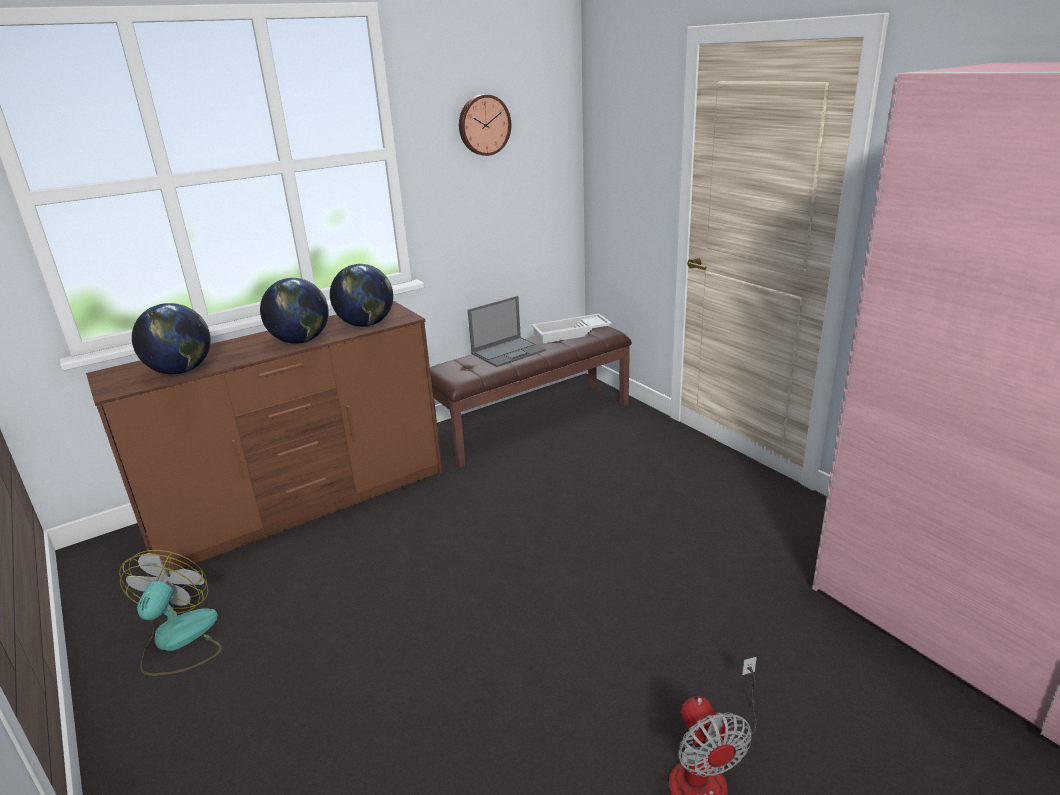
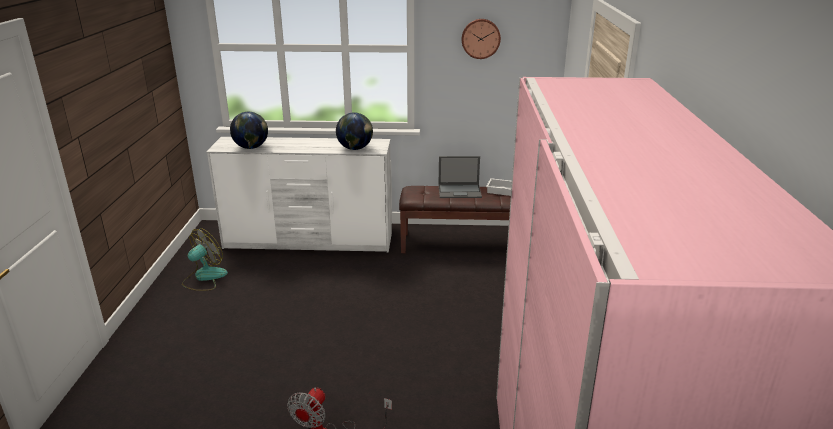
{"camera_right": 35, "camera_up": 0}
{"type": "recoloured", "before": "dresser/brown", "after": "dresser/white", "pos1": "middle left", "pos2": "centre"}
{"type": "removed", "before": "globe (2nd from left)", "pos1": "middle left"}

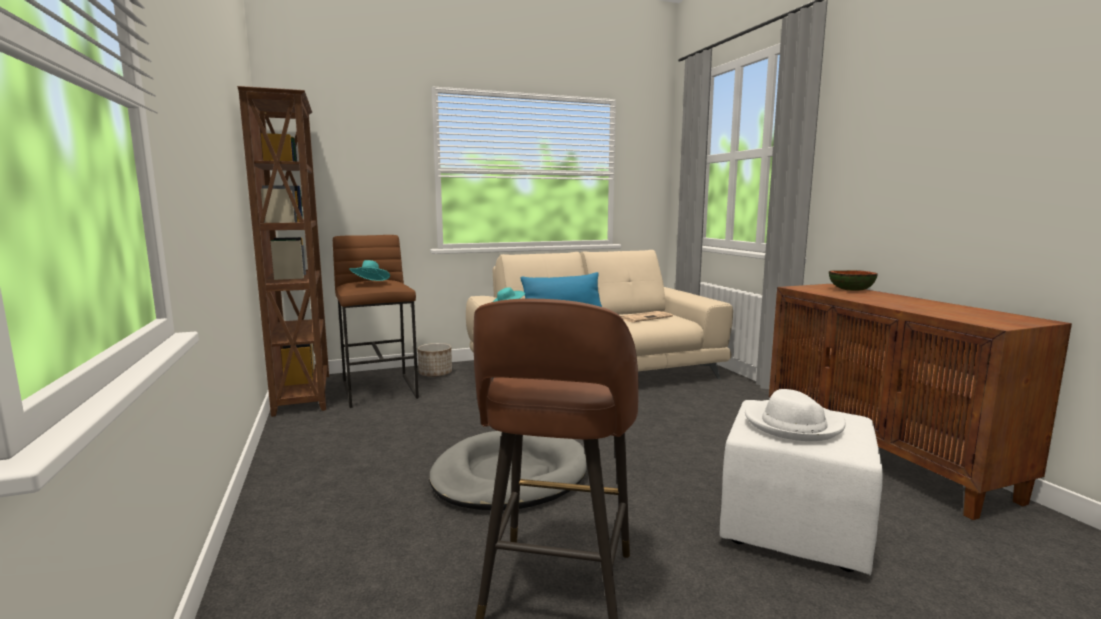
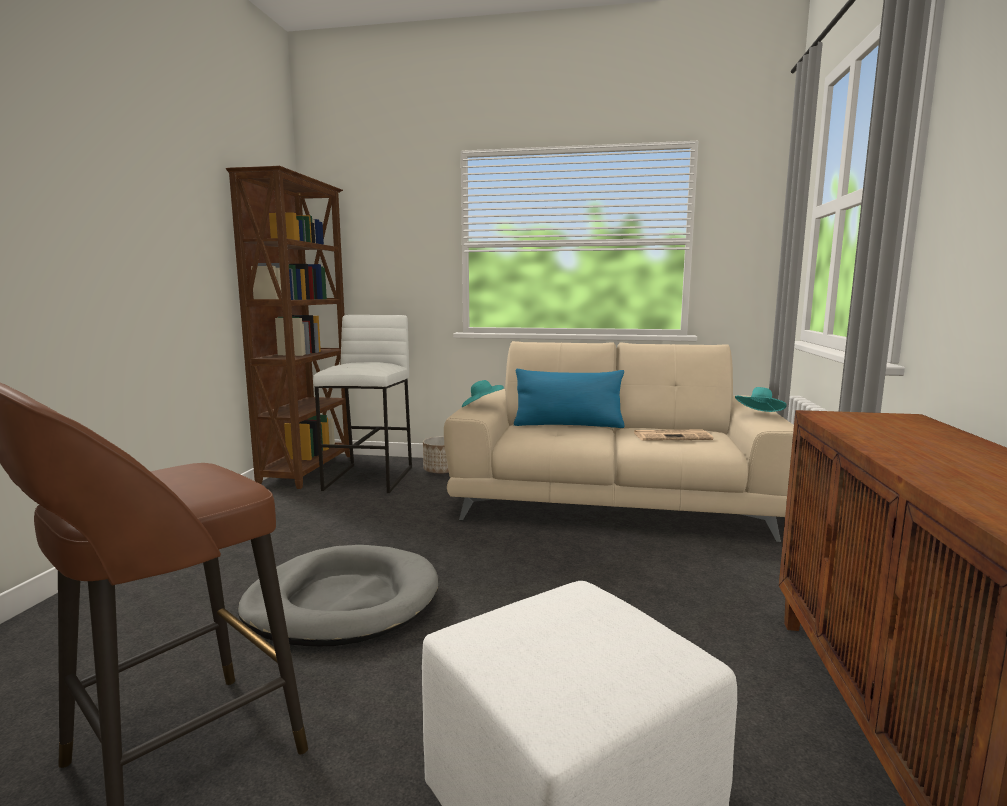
{"camera_right": 30, "camera_up": 0}
{"type": "recoloured", "before": "stool/brown (1st from left)", "after": "stool/white", "pos1": "centre", "pos2": "centre"}
{"type": "moved", "before": "hat/turquoise (1st from left in the first image)", "after": "hat/turquoise (2nd from left)", "pos1": "centre", "pos2": "middle right"}
{"type": "removed", "before": "hat/white", "pos1": "bottom right"}
{"type": "removed", "before": "bowl", "pos1": "middle right"}

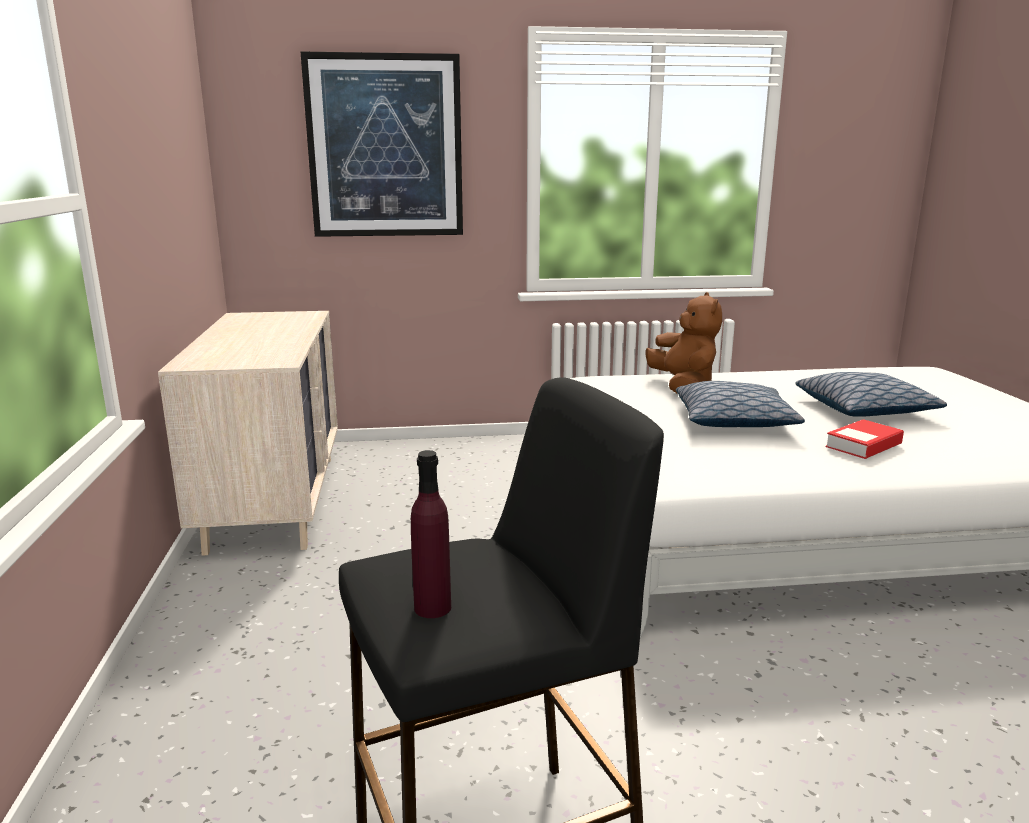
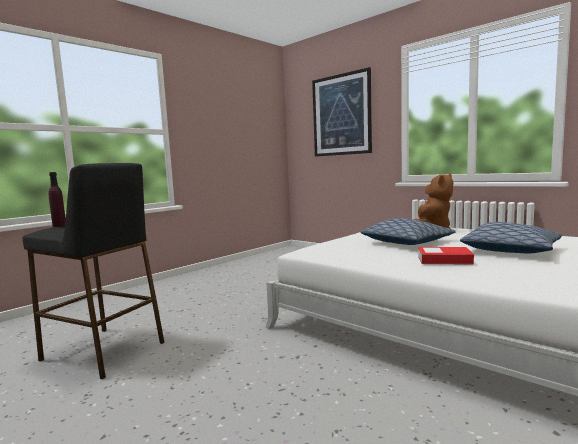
{"camera_right": 50, "camera_up": -10}
{"type": "removed", "before": "dresser/beige", "pos1": "middle left"}

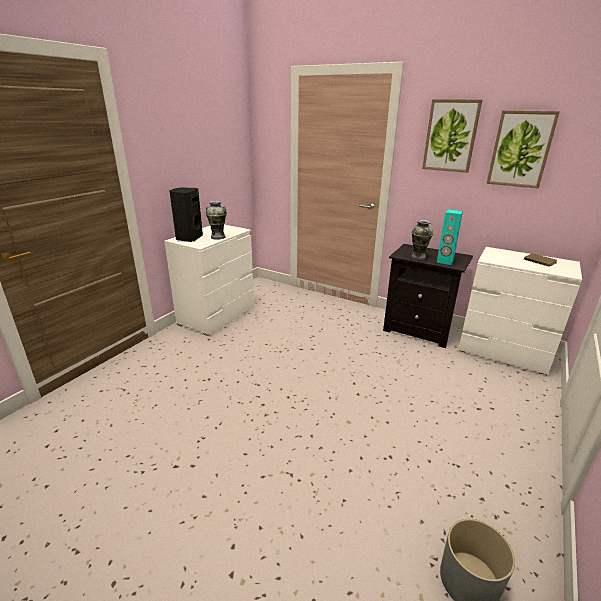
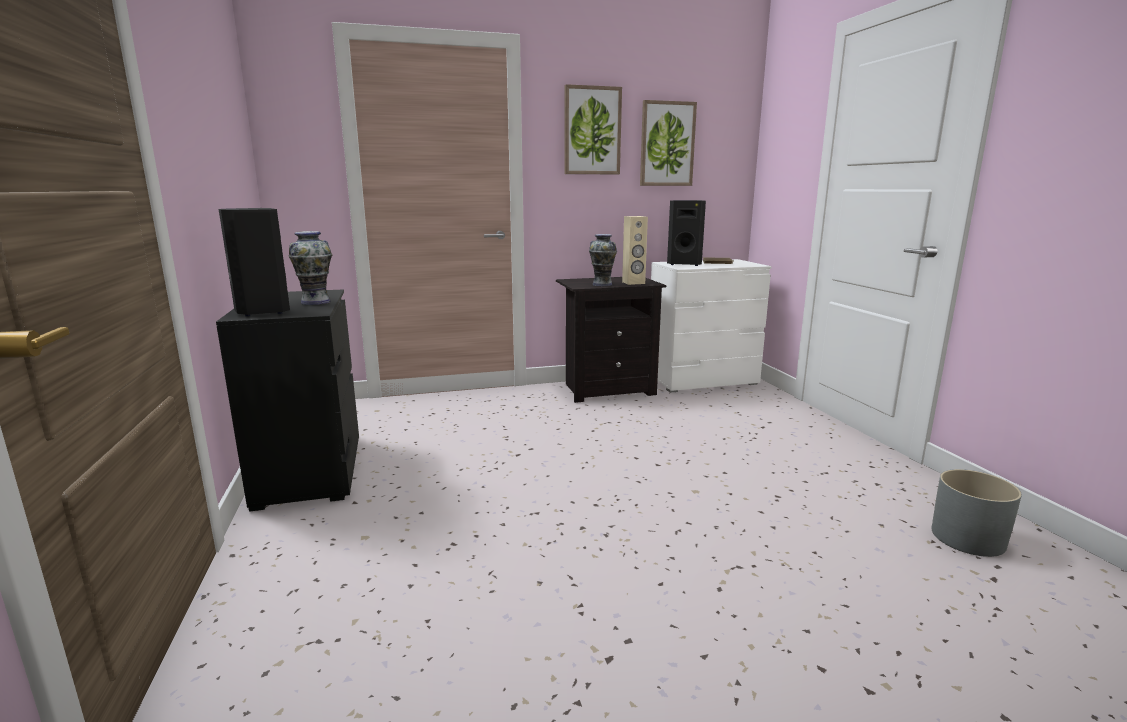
{"camera_right": -45, "camera_up": -10}
{"type": "recoloured", "before": "dresser/white (1st from left)", "after": "dresser/black", "pos1": "centre", "pos2": "middle left"}
{"type": "recoloured", "before": "speaker/turquoise", "after": "speaker/beige", "pos1": "middle right", "pos2": "centre"}
{"type": "added", "after": "speaker/black (2nd from left)", "pos2": "top centre"}

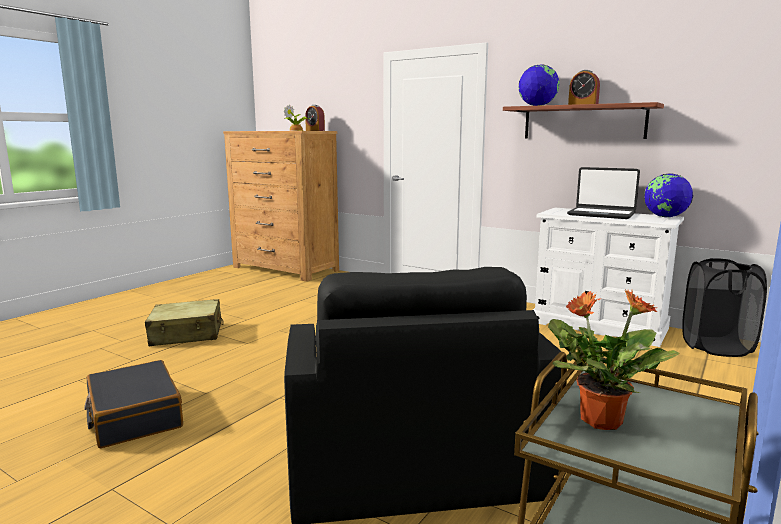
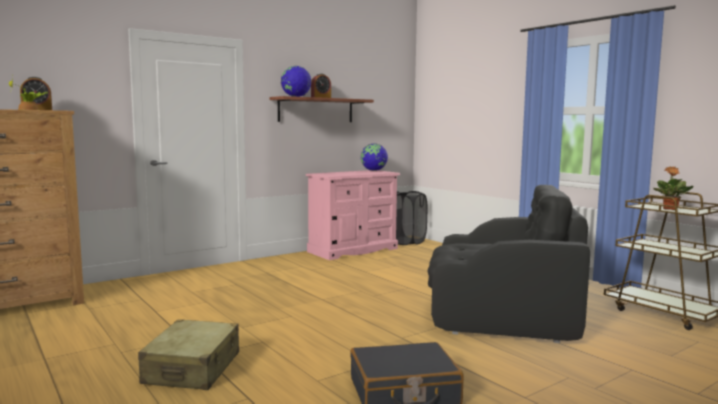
{"camera_right": -70, "camera_up": -5}
{"type": "recoloured", "before": "dresser/white", "after": "dresser/pink", "pos1": "middle right", "pos2": "centre"}
{"type": "removed", "before": "laptop", "pos1": "middle right"}

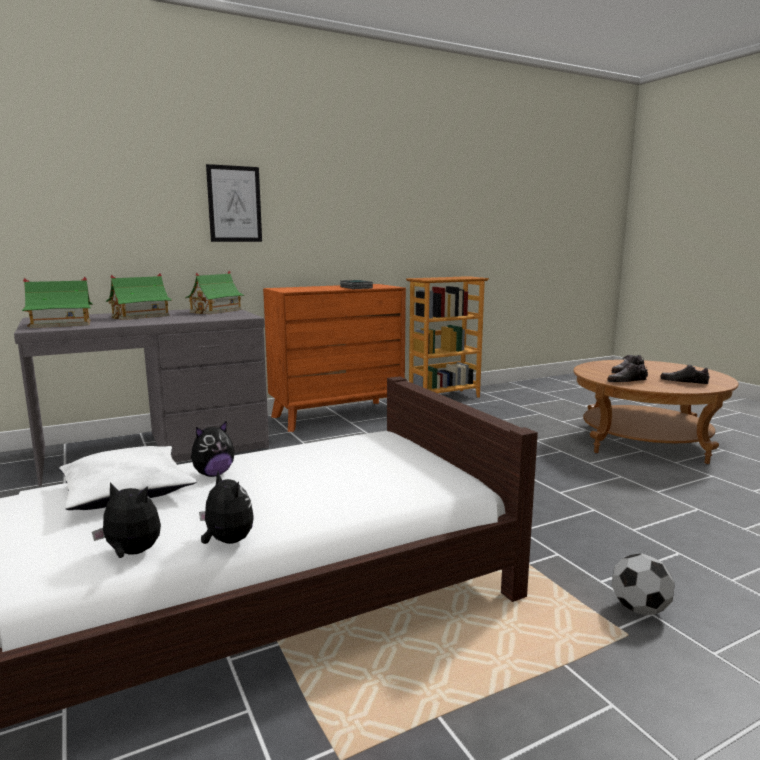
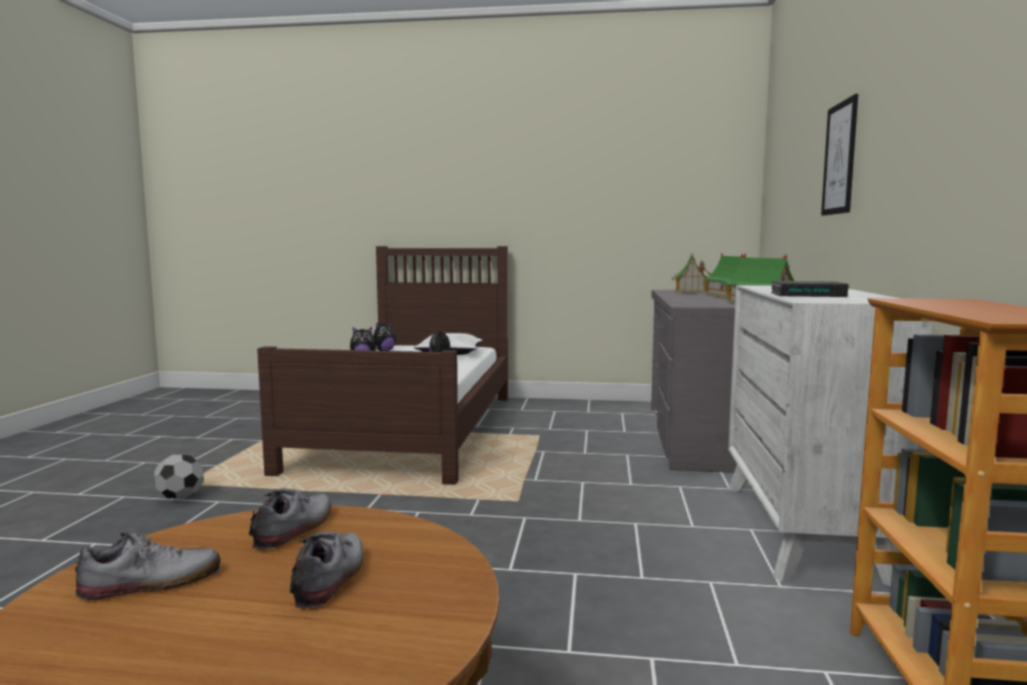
{"camera_right": 125, "camera_up": -5}
{"type": "recoloured", "before": "dresser/orange", "after": "dresser/white", "pos1": "centre", "pos2": "middle right"}

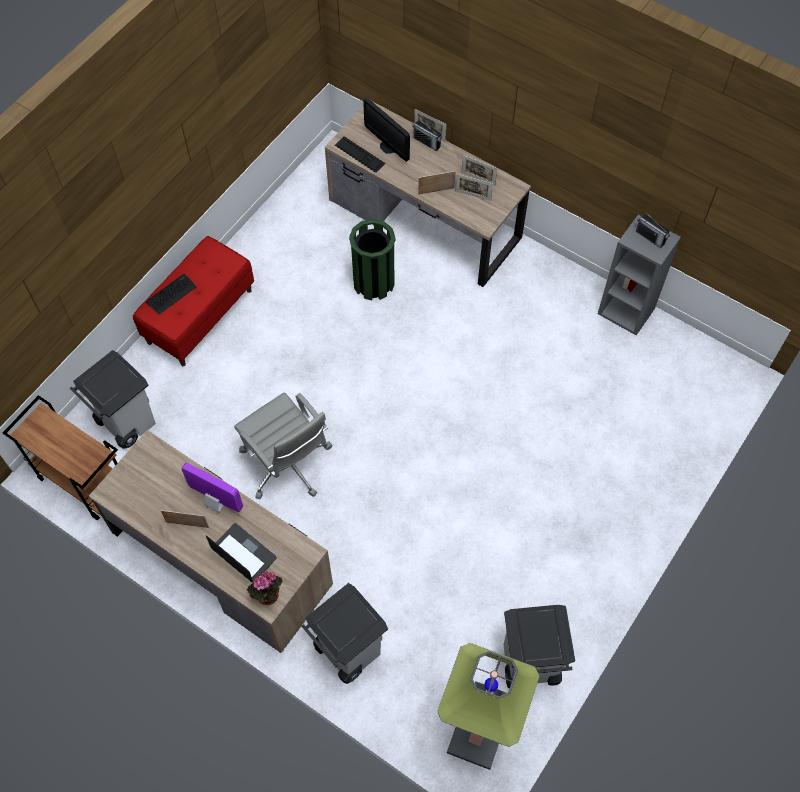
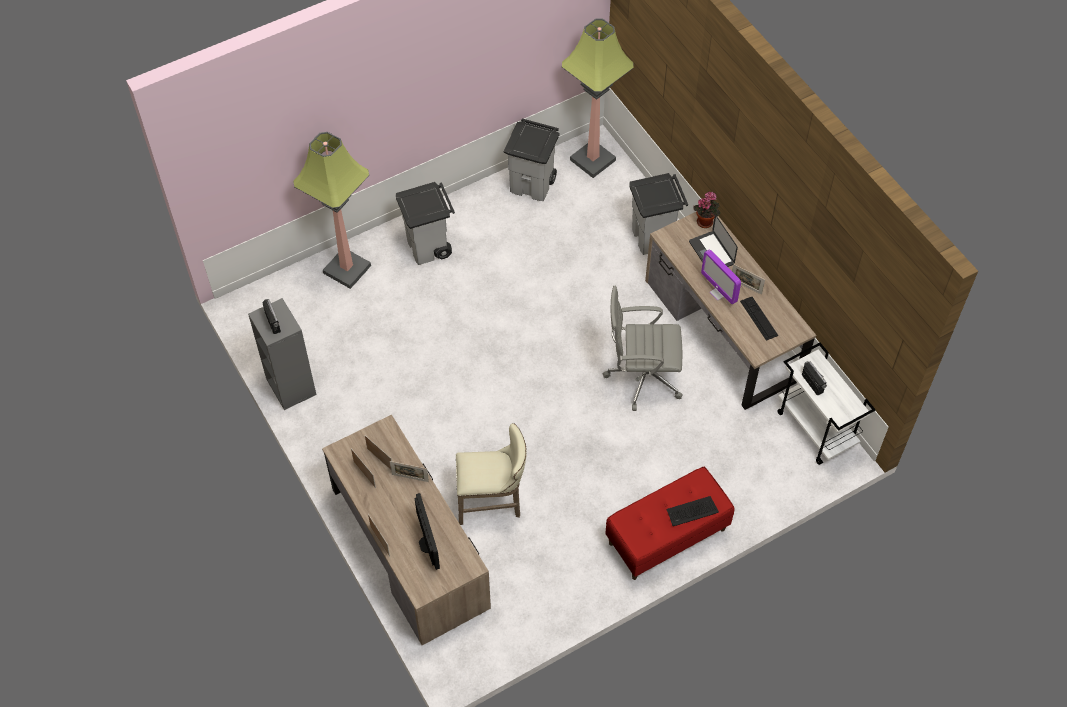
{"camera_right": -155, "camera_up": -5}
{"type": "added", "after": "floor lamp (1st from left)", "pos2": "top left"}
{"type": "moved", "before": "trash can/grey (1st from left)", "pos1": "middle left", "pos2": "top centre"}
{"type": "replaced", "before": "trash can/green", "after": "stool/beige", "pos1": "top centre", "pos2": "bottom centre"}
{"type": "turned", "before": "office chair/grey", "pos1": "centre", "pos2": "centre", "turn": -75}
{"type": "moved", "before": "keyboard (2nd from left)", "pos1": "top centre", "pos2": "middle right"}
{"type": "recoloured", "before": "cart/brown", "after": "cart/white", "pos1": "middle left", "pos2": "middle right"}
{"type": "moved", "before": "radio (1st from left in the first image)", "after": "radio (2nd from left)", "pos1": "top centre", "pos2": "middle right"}

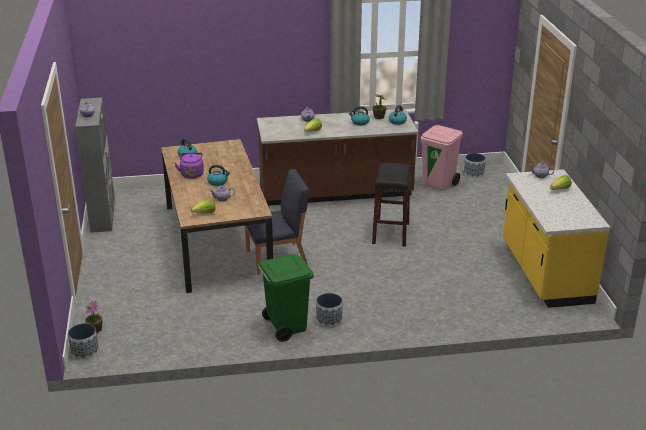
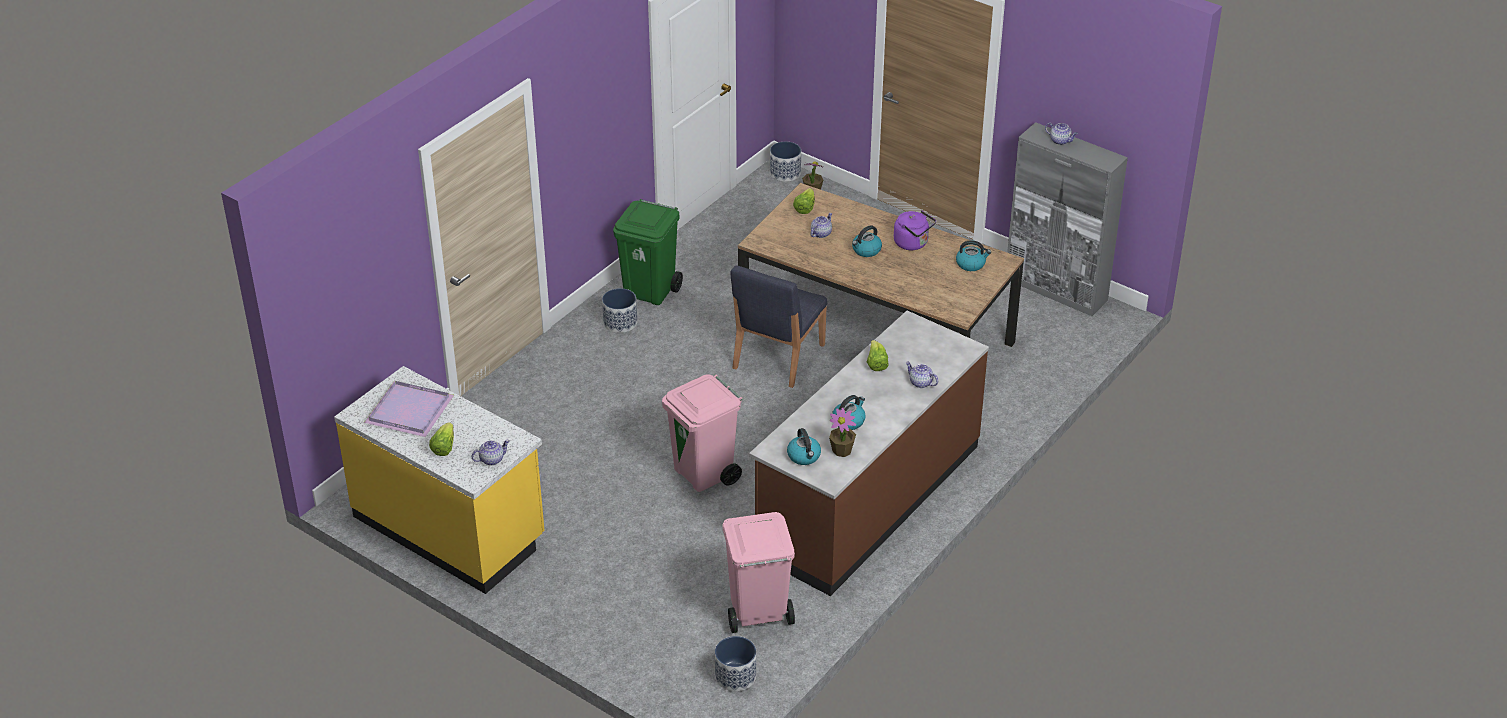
{"camera_right": 135, "camera_up": 10}
{"type": "added", "after": "tray/purple", "pos2": "middle left"}
{"type": "replaced", "before": "stool/black", "after": "trash can/pink (1st from left)", "pos1": "centre", "pos2": "centre"}

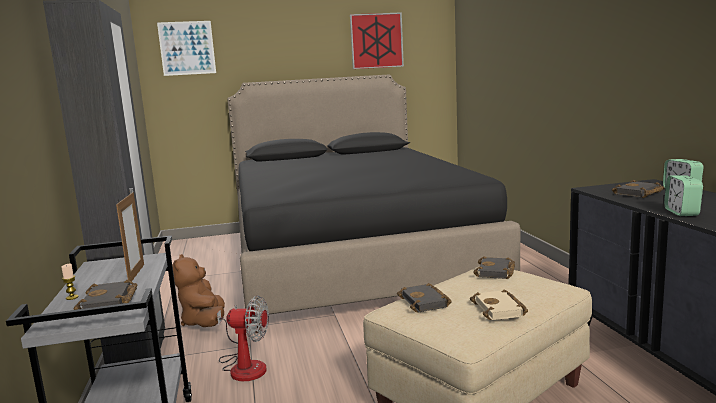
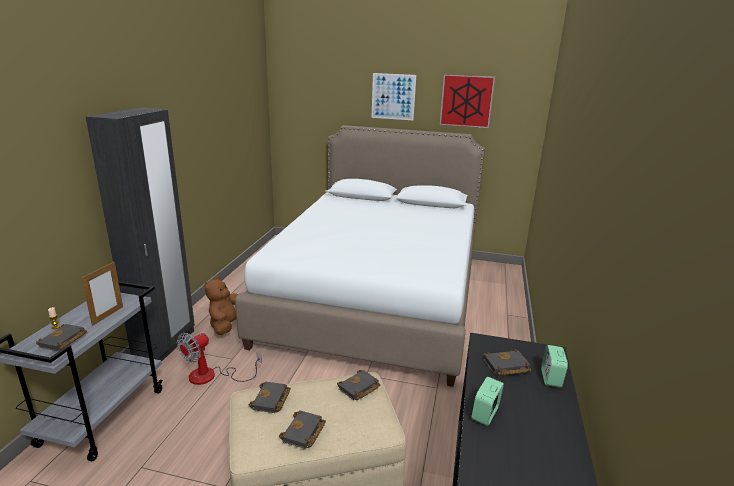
{"camera_right": 25, "camera_up": 10}
{"type": "turned", "before": "fan", "pos1": "bottom centre", "pos2": "bottom left", "turn": 90}
{"type": "recoloured", "before": "bed/black", "after": "bed/white", "pos1": "centre", "pos2": "centre"}
{"type": "recoloured", "before": "book/beige", "after": "book/black (3rd from left)", "pos1": "bottom right", "pos2": "bottom centre"}
{"type": "moved", "before": "picture (1st from left)", "pos1": "top left", "pos2": "top centre"}

